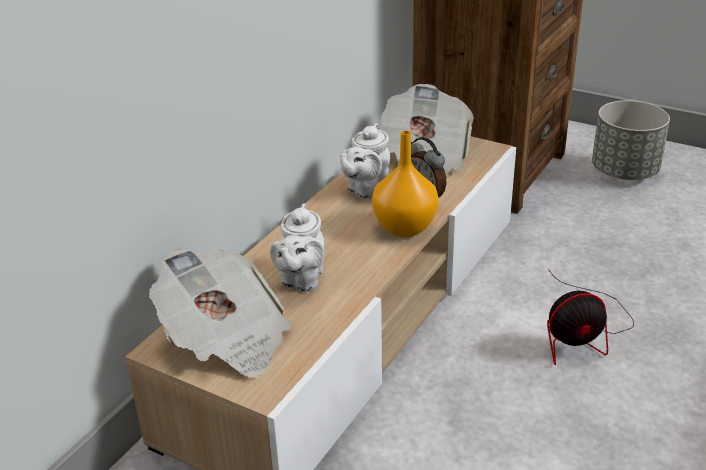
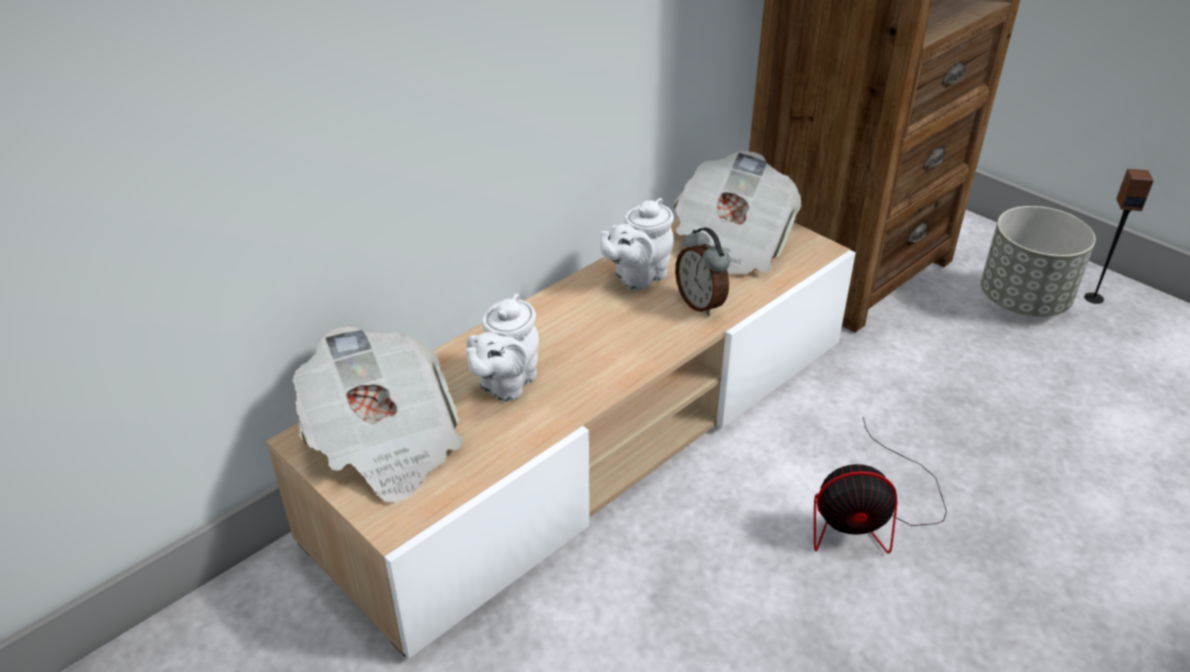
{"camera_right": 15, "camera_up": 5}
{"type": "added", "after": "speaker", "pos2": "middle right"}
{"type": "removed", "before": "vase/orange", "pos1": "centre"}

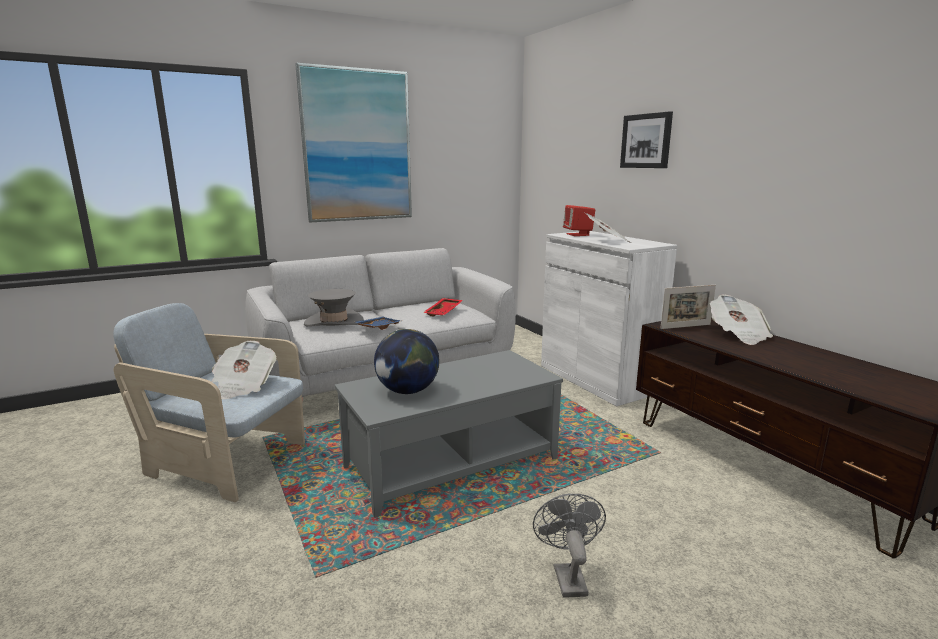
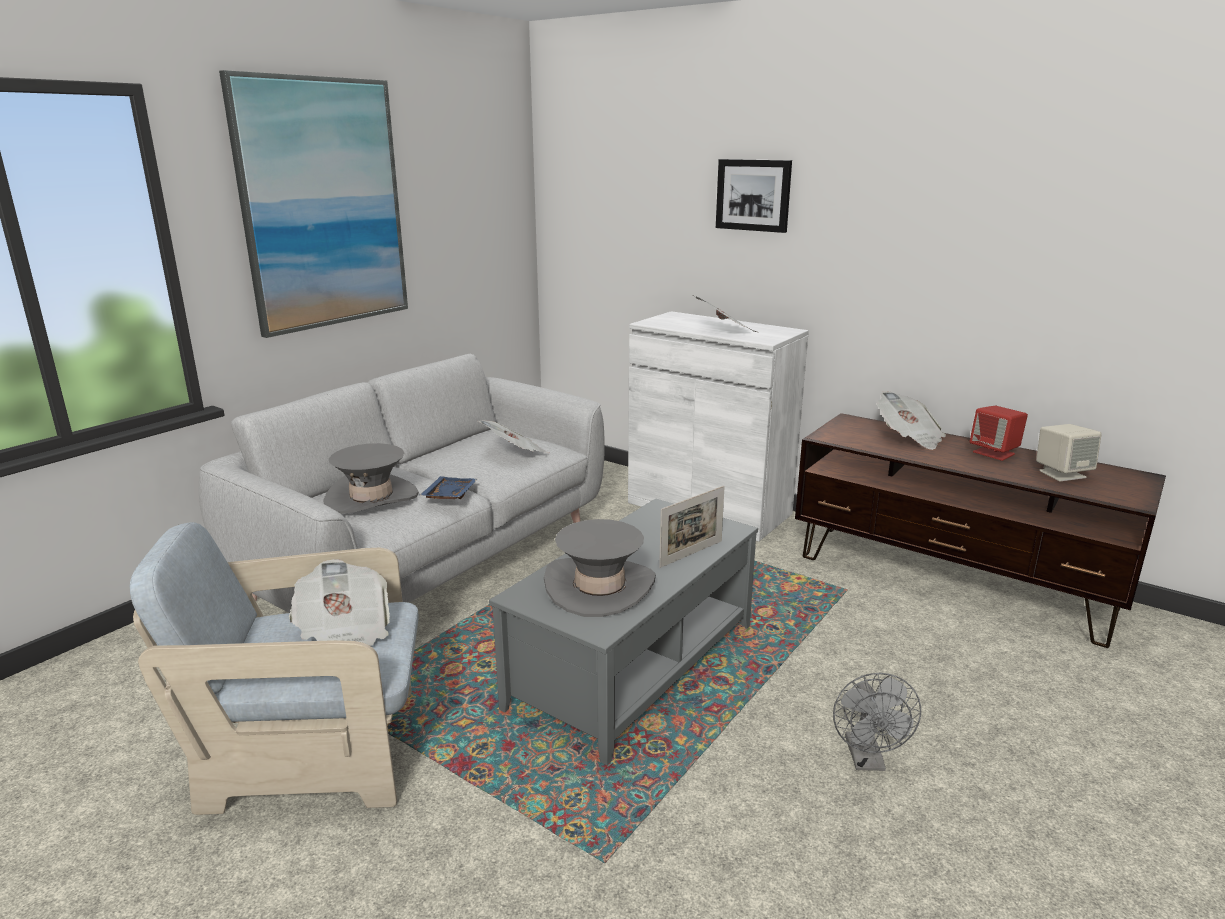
{"camera_right": -25, "camera_up": 5}
{"type": "replaced", "before": "tray/red", "after": "newspaper (2nd from left)", "pos1": "centre", "pos2": "centre"}
{"type": "replaced", "before": "globe", "after": "hat/grey (2nd from left)", "pos1": "centre", "pos2": "centre"}
{"type": "moved", "before": "picture frame", "pos1": "middle right", "pos2": "centre"}
{"type": "turned", "before": "fan/grey", "pos1": "bottom centre", "pos2": "bottom right", "turn": -150}
{"type": "moved", "before": "speaker/red", "pos1": "centre", "pos2": "middle right"}
{"type": "added", "after": "speaker/beige", "pos2": "middle right"}

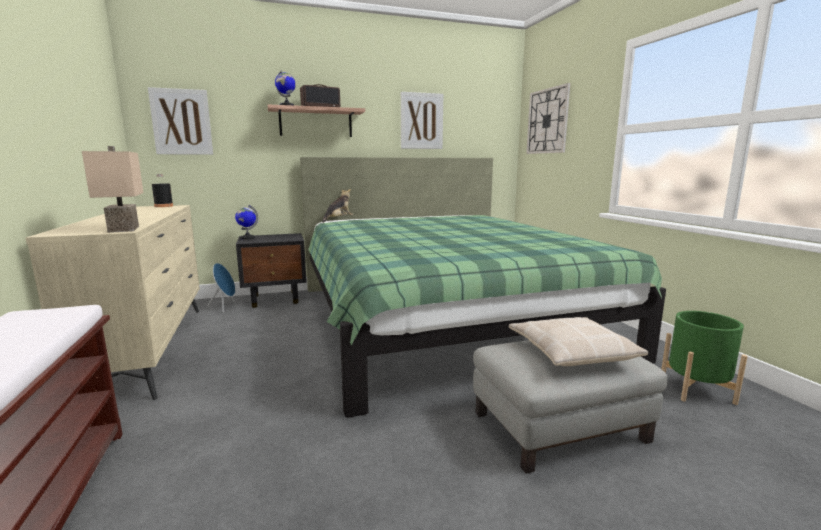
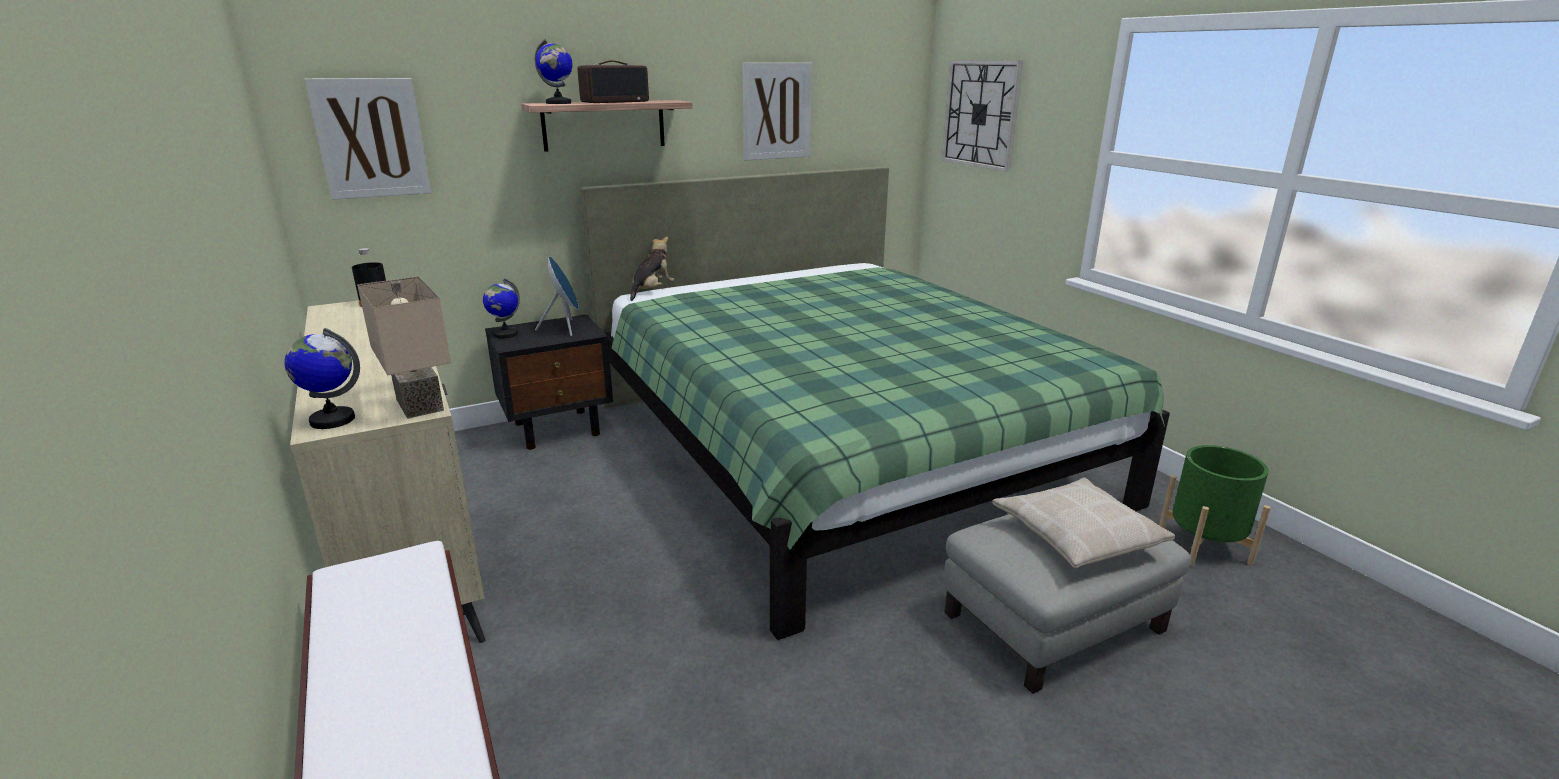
{"camera_right": -10, "camera_up": 10}
{"type": "added", "after": "globe (1st from left)", "pos2": "middle left"}
{"type": "moved", "before": "speaker/blue", "pos1": "middle left", "pos2": "centre"}

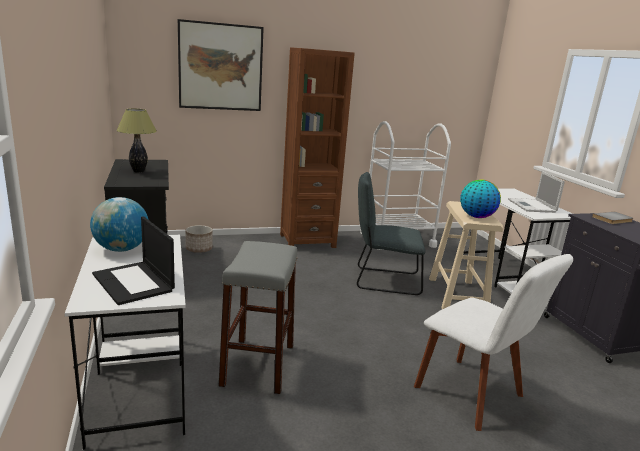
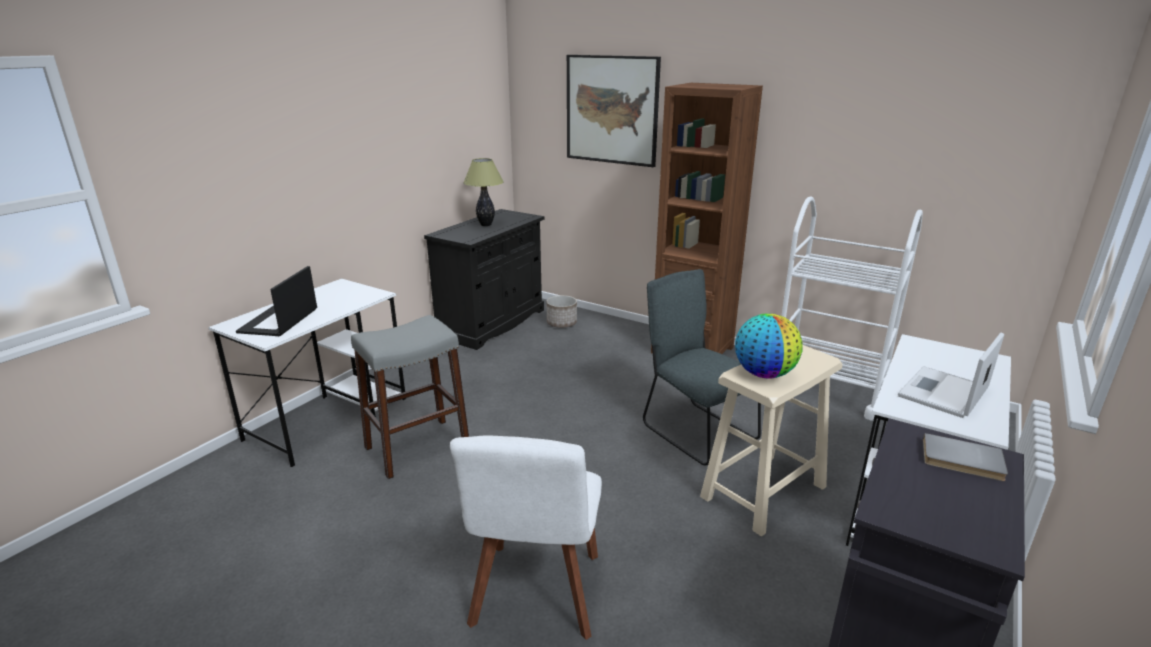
{"camera_right": 50, "camera_up": 5}
{"type": "removed", "before": "globe (1st from left)", "pos1": "middle left"}

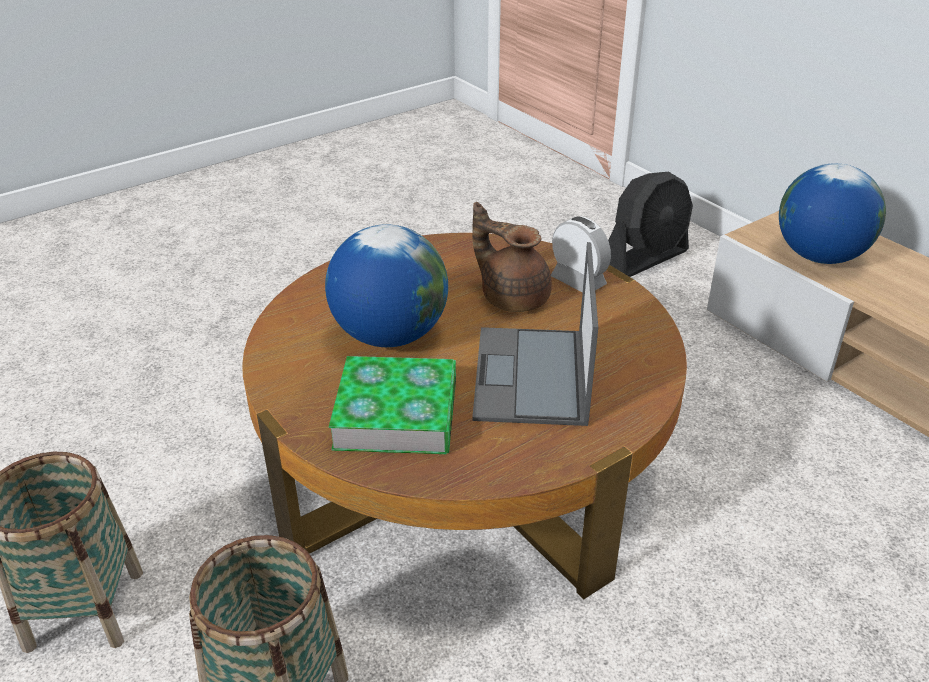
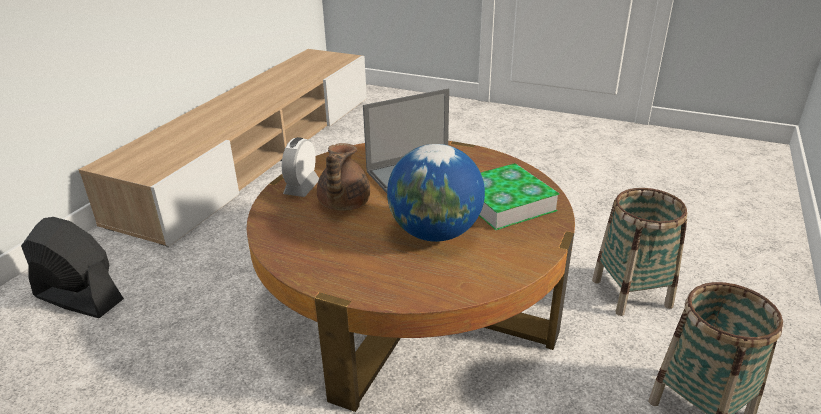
{"camera_right": -120, "camera_up": -5}
{"type": "removed", "before": "globe (2nd from left)", "pos1": "top right"}

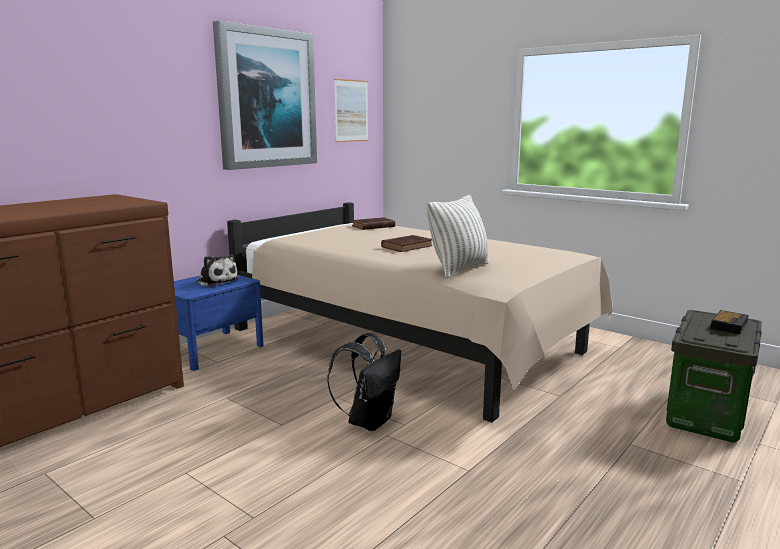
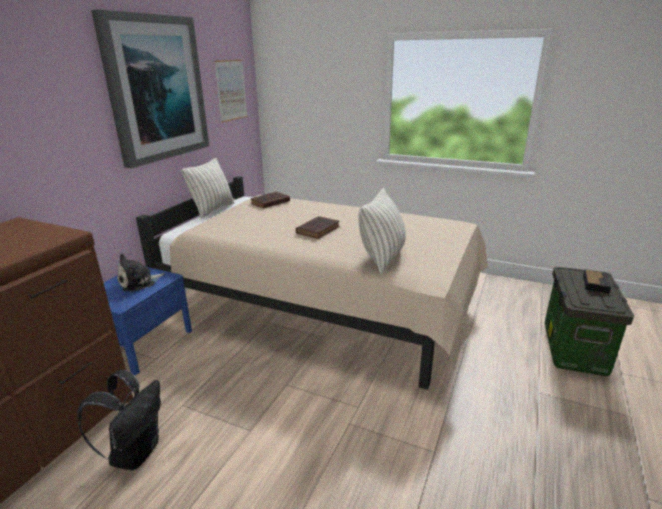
{"camera_right": -15, "camera_up": 10}
{"type": "moved", "before": "backpack/black", "pos1": "bottom centre", "pos2": "bottom left"}
{"type": "turned", "before": "plush toy", "pos1": "middle left", "pos2": "middle left", "turn": 120}
{"type": "added", "after": "pillow (1st from left)", "pos2": "middle left"}

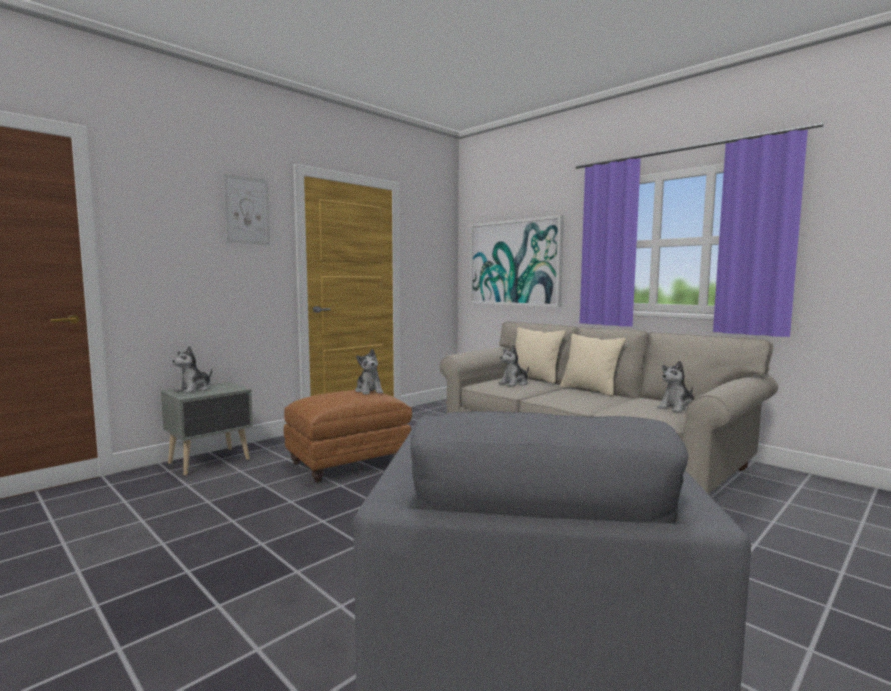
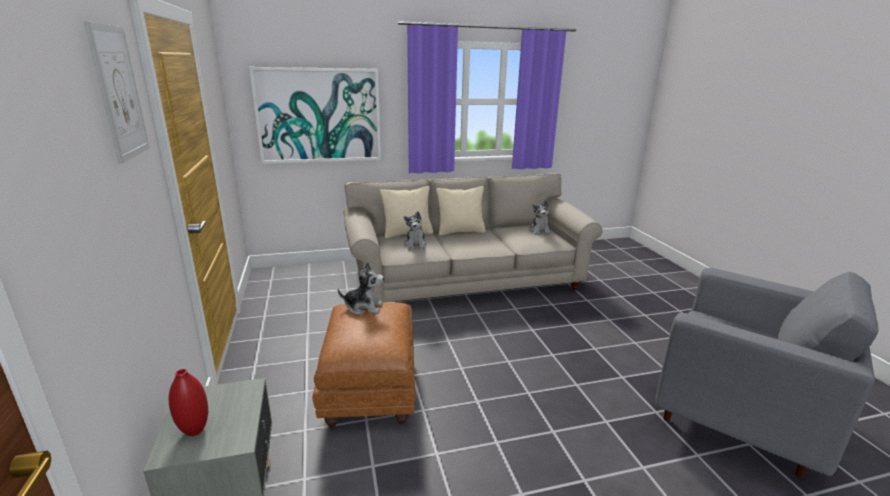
{"camera_right": -60, "camera_up": 15}
{"type": "replaced", "before": "plush toy (1st from left)", "after": "vase/red", "pos1": "middle left", "pos2": "bottom left"}

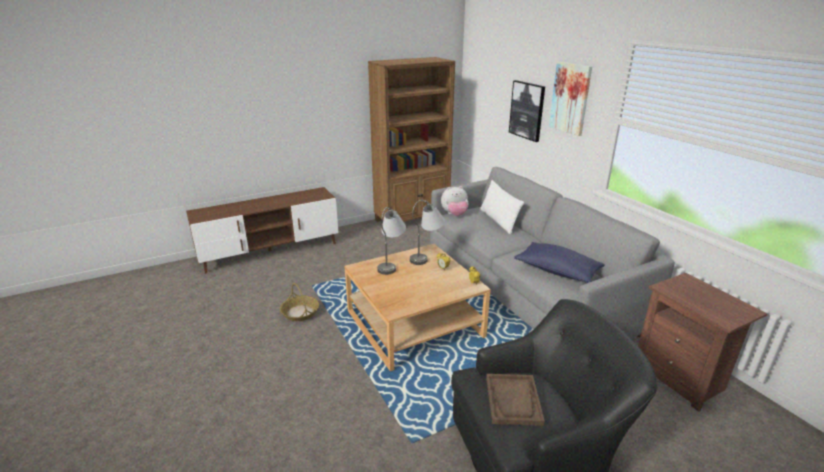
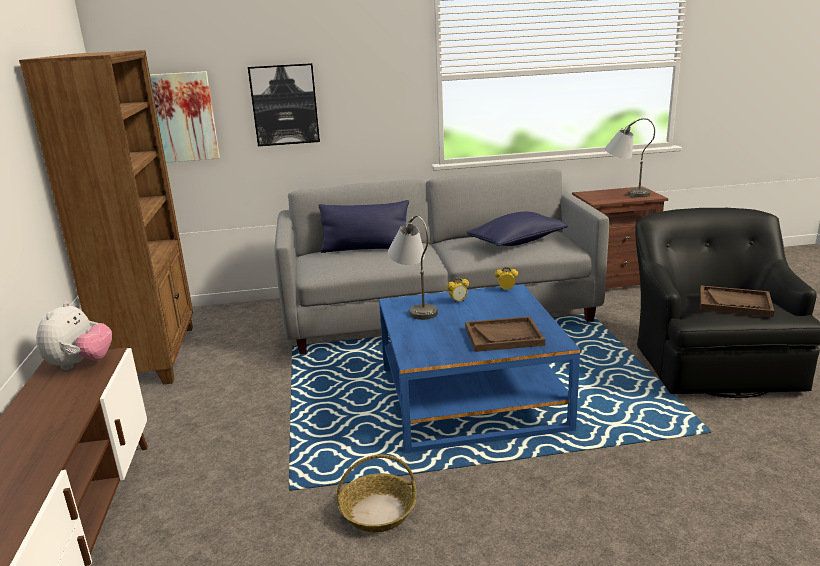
{"camera_right": -70, "camera_up": -5}
{"type": "moved", "before": "plush toy", "pos1": "centre", "pos2": "middle left"}
{"type": "moved", "before": "picture (2nd from left in the first image)", "after": "picture (1st from left)", "pos1": "top right", "pos2": "top left"}
{"type": "recoloured", "before": "pillow/white", "after": "pillow/blue (1st from left)", "pos1": "centre", "pos2": "centre"}
{"type": "recoloured", "before": "coffee table/beige", "after": "coffee table/blue", "pos1": "centre", "pos2": "centre"}
{"type": "added", "after": "tray/brown (1st from left)", "pos2": "centre"}
{"type": "moved", "before": "table lamp/grey (1st from left in the first image)", "after": "table lamp/grey (2nd from left)", "pos1": "centre", "pos2": "top right"}

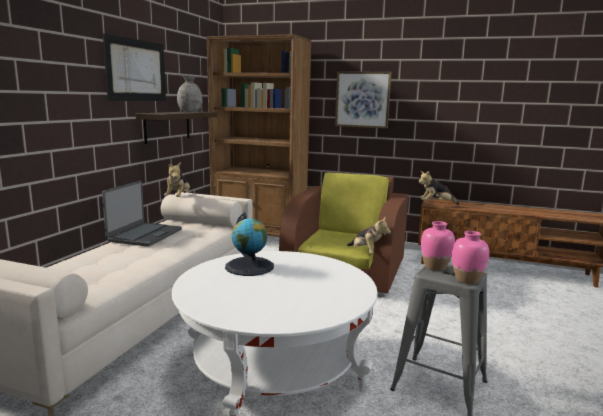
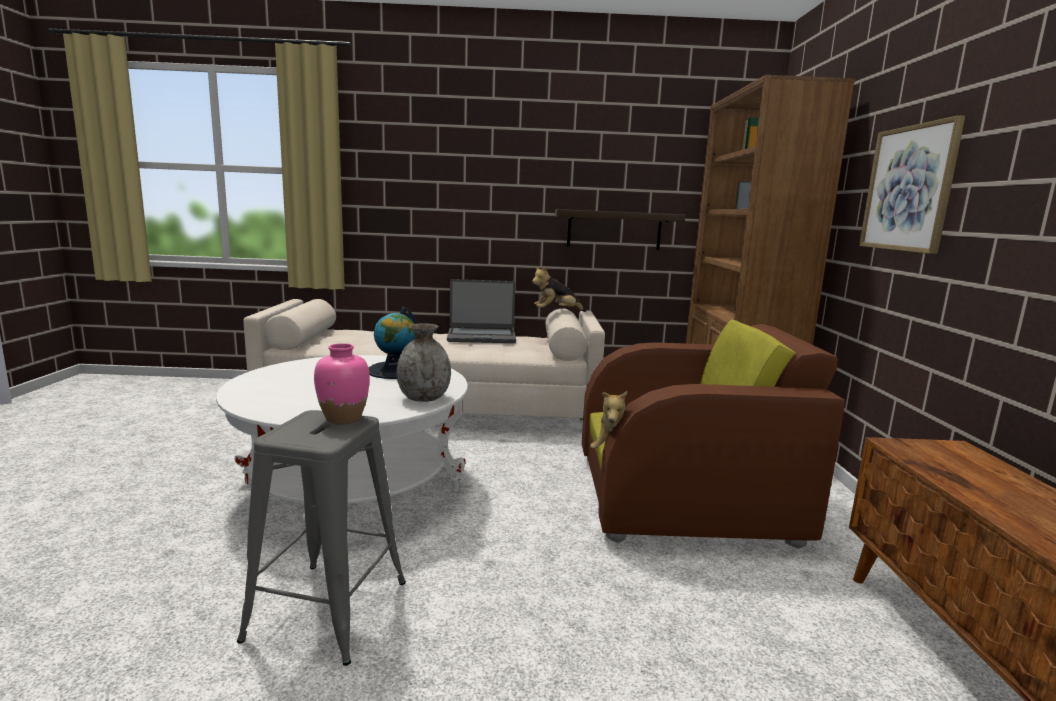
{"camera_right": 70, "camera_up": 0}
{"type": "moved", "before": "vase/grey", "pos1": "top left", "pos2": "centre"}
{"type": "removed", "before": "picture (1st from left)", "pos1": "top left"}
{"type": "removed", "before": "plush toy (3rd from left)", "pos1": "middle right"}
{"type": "removed", "before": "vase/pink (2nd from left)", "pos1": "middle right"}

